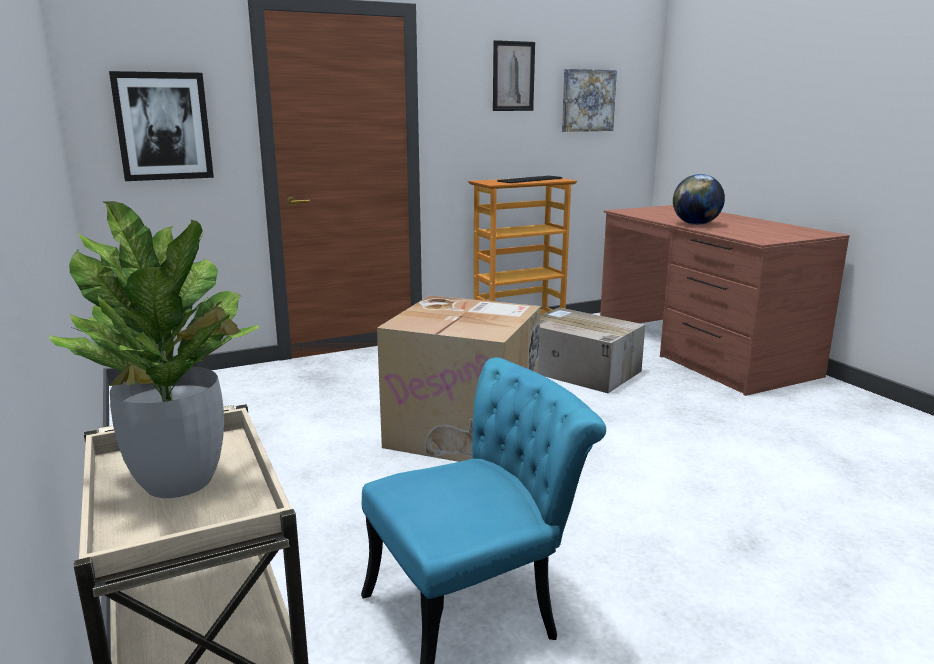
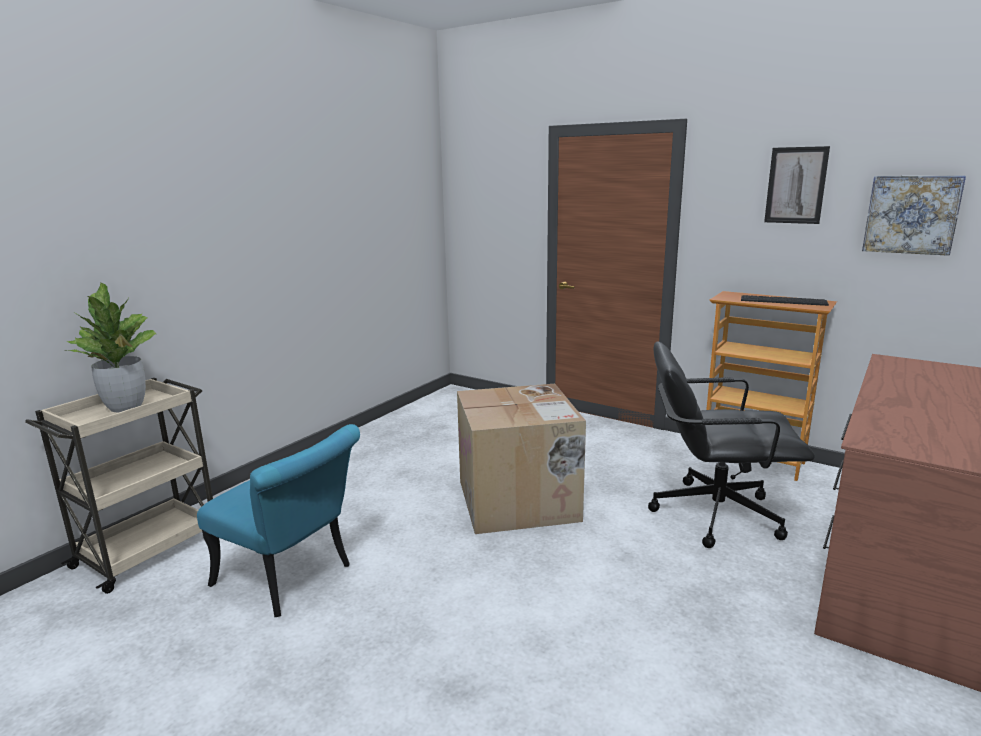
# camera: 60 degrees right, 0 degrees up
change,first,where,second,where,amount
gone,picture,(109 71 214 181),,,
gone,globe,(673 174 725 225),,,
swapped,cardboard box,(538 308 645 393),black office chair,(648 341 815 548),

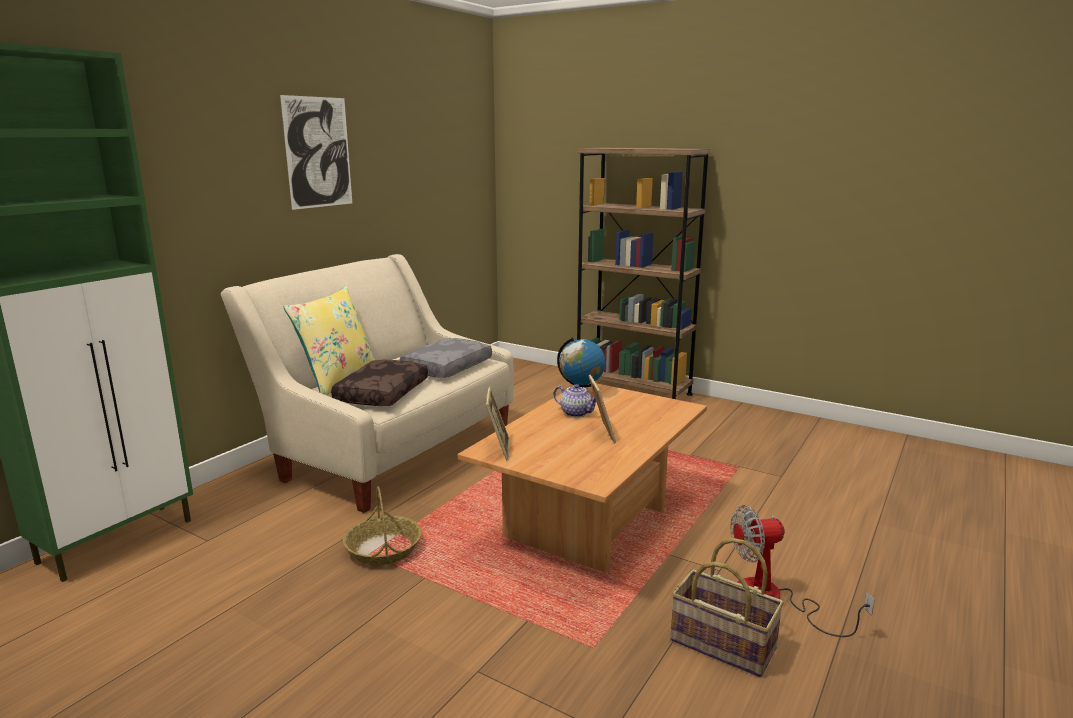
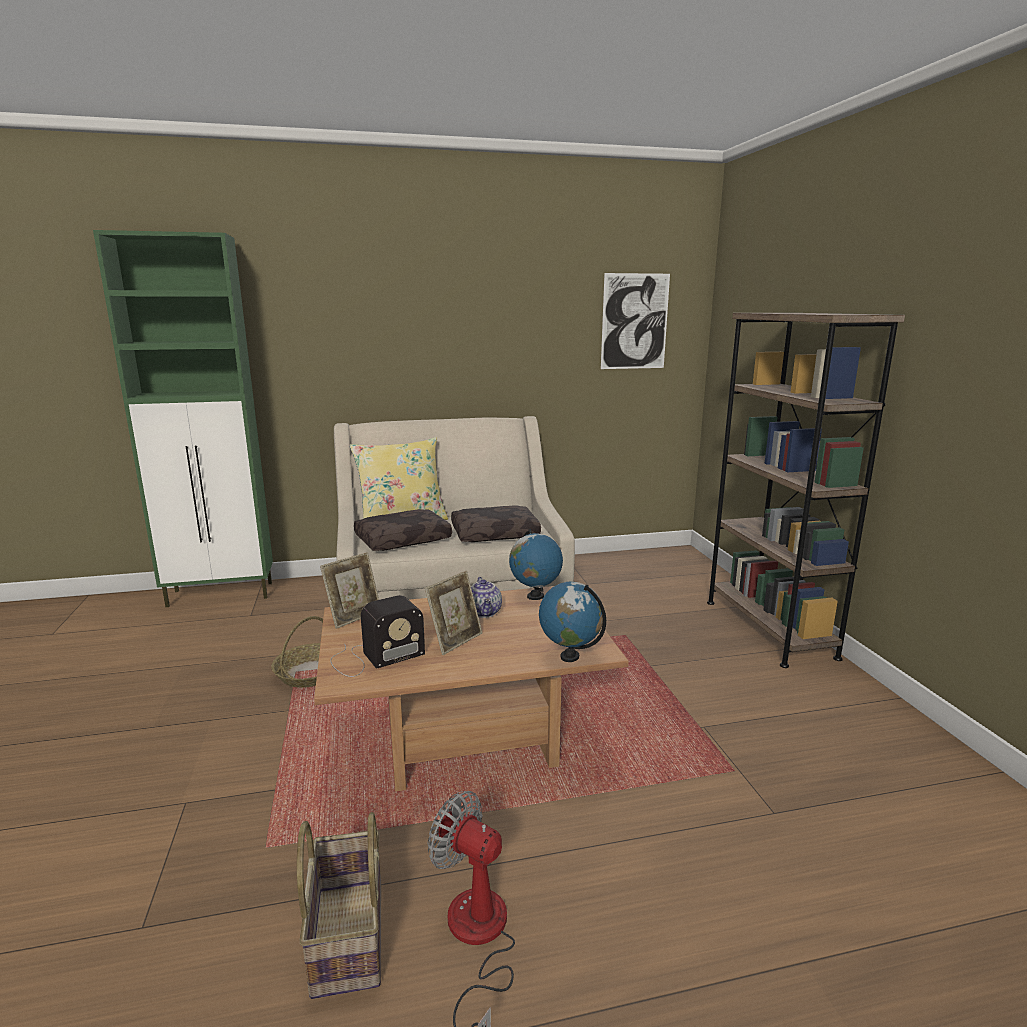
# camera: 45 degrees right, 0 degrees up
change,first,where,second,where,amount
new,,,radio,(330 595 425 677),
new,,,globe,(539 582 606 662),
shifted,picture,(280 95 352 210),,(601 273 670 369),
repainted,grey pillow,(400 338 492 378),brown pillow,(451 505 541 542),

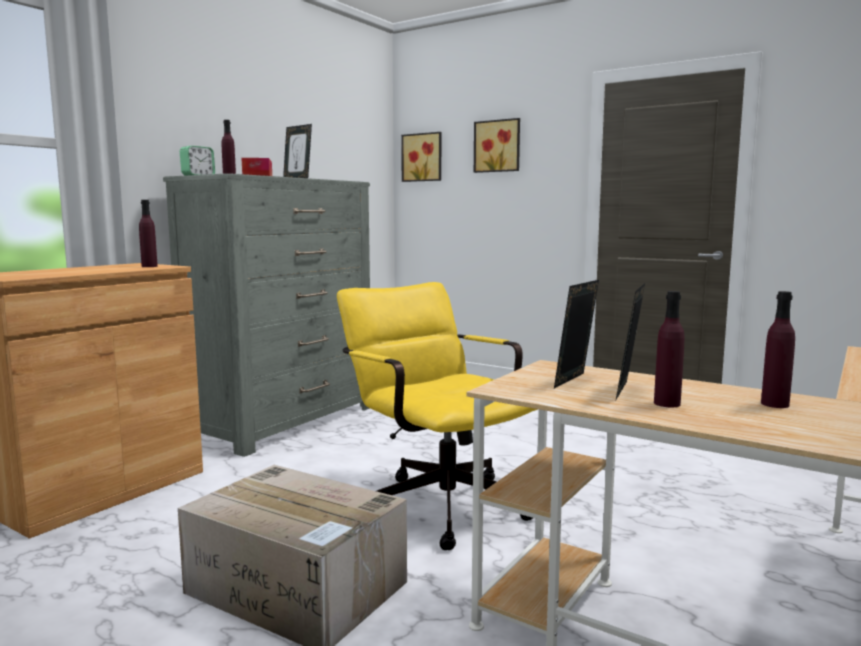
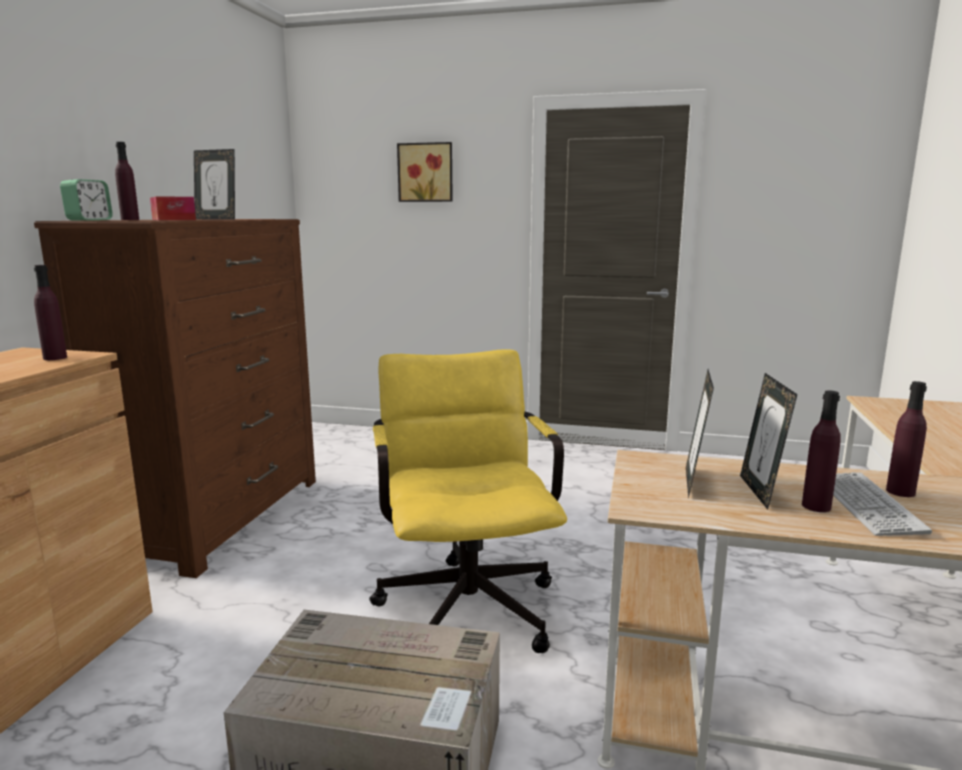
# camera: 20 degrees left, 5 degrees up
change,first,where,second,where,amount
gone,picture,(401 132 441 182),,,
new,,,keyboard,(833 472 932 536),
repainted,grey dresser,(163 173 370 457),brown dresser,(34 219 316 578),
rotated,yellow office chair,(337 282 538 550),,(369 349 567 653),45 degrees clockwise

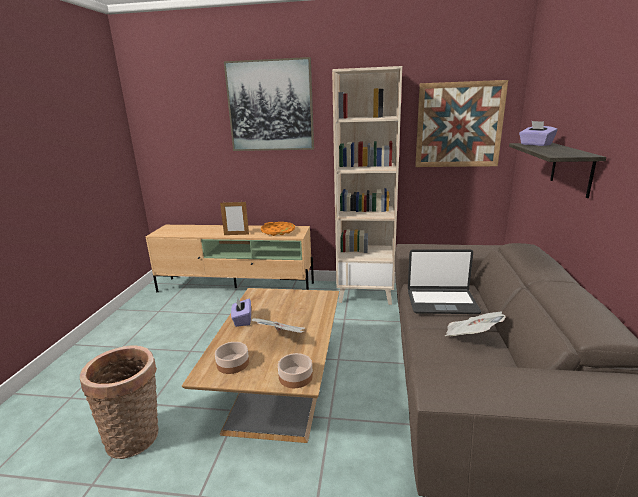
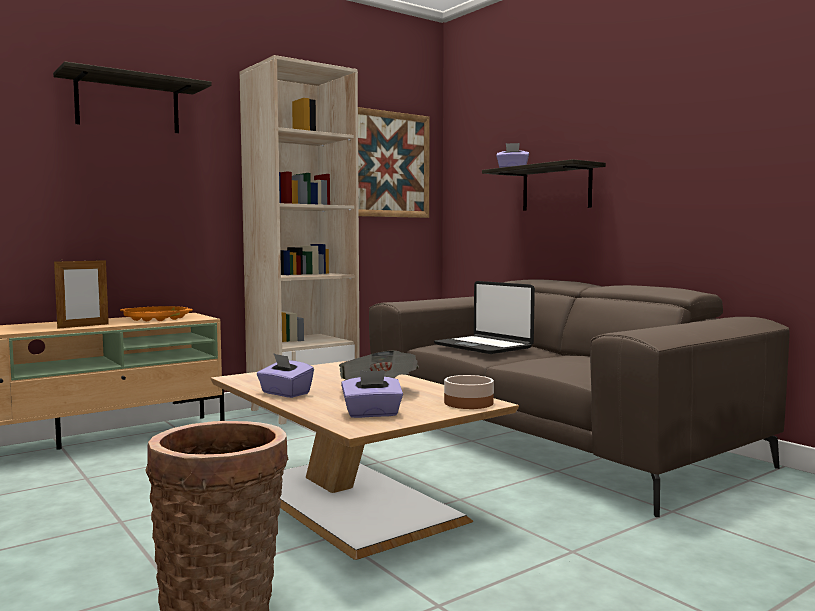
# camera: 45 degrees left, 15 degrees down
change,first,where,second,where,amount
gone,newspaper,(445 312 506 336),,,
swapped,bowl,(215 342 249 374),purple tissue box,(341 370 403 418),
swapped,picture,(224 57 314 151),shelf,(53 61 212 133),
rotated,laptop,(408 249 481 314),,(434 281 535 354),90 degrees clockwise

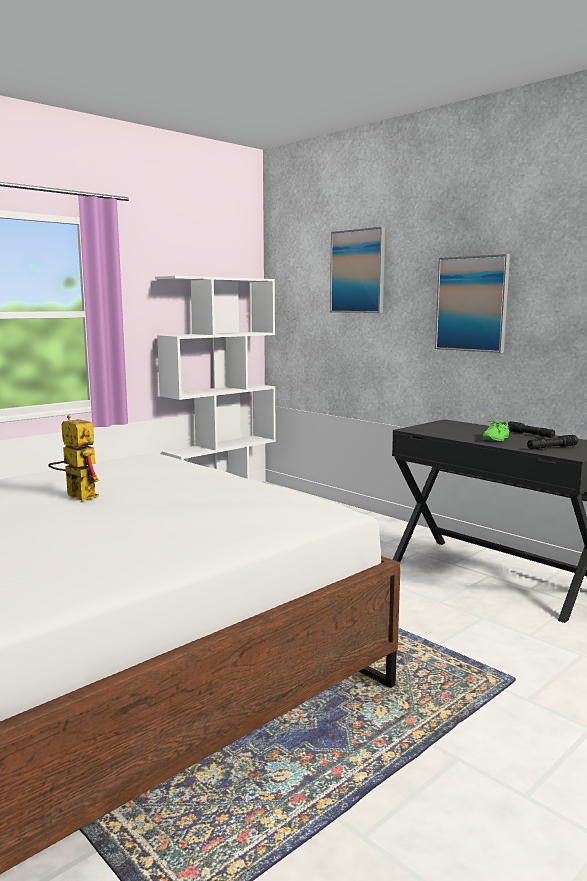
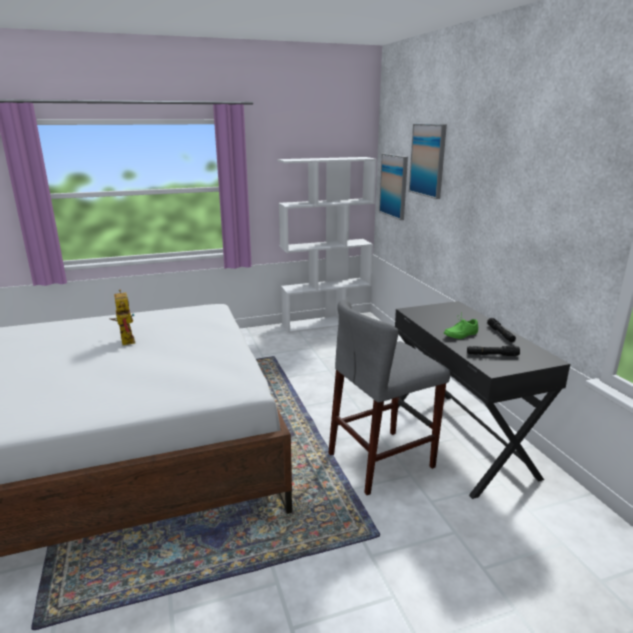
# camera: 25 degrees right, 10 degrees up
change,first,where,second,where,amount
new,,,grey stool,(329 300 450 495),
shifted,picture,(435 254 510 353),,(379 154 408 220),

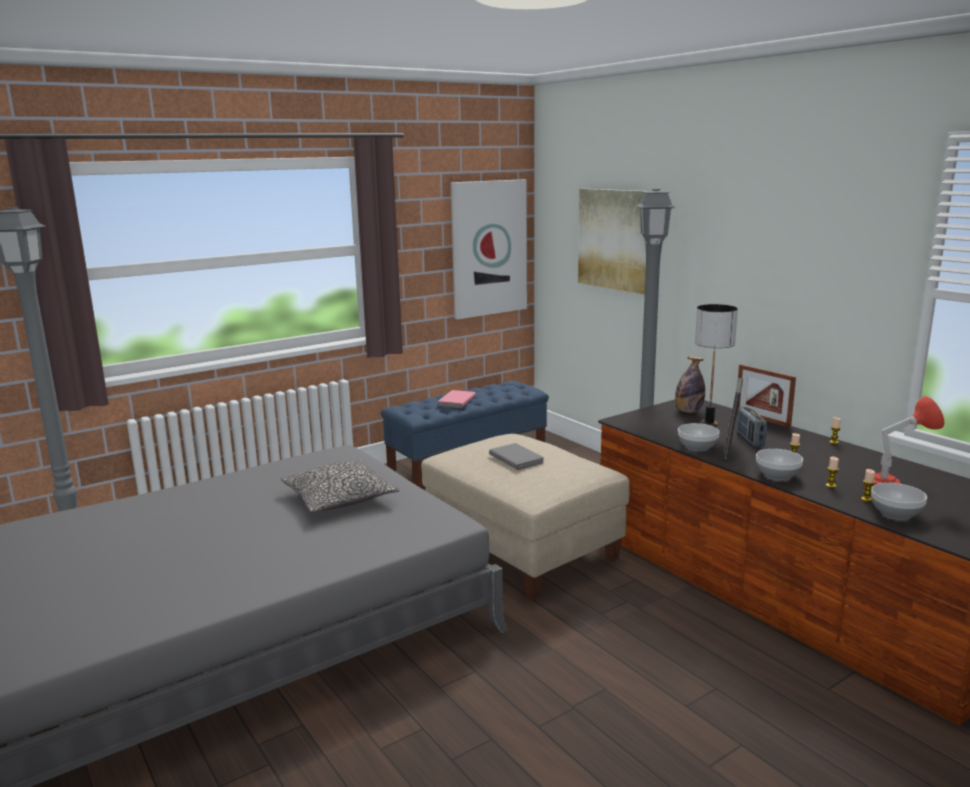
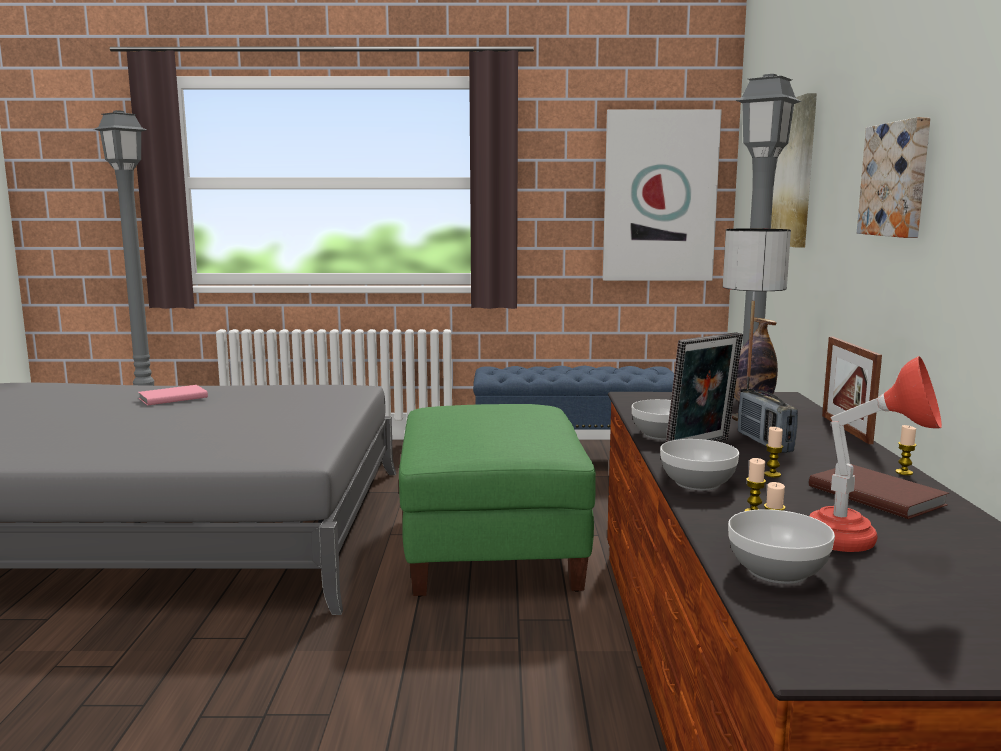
# camera: 35 degrees right, 5 degrees down
change,first,where,second,where,amount
gone,pillow,(280 460 400 512),,,
gone,grey book,(489 443 544 470),,,
new,,,brown book,(809 464 949 519),
new,,,picture,(857 117 931 238),
shifted,pink book,(438 390 476 408),,(138 385 208 406),
repainted,beige ottoman,(421 434 630 600),green ottoman,(399 404 596 597),
rotated,radio,(737 407 767 447),,(738 390 798 453),45 degrees counterclockwise

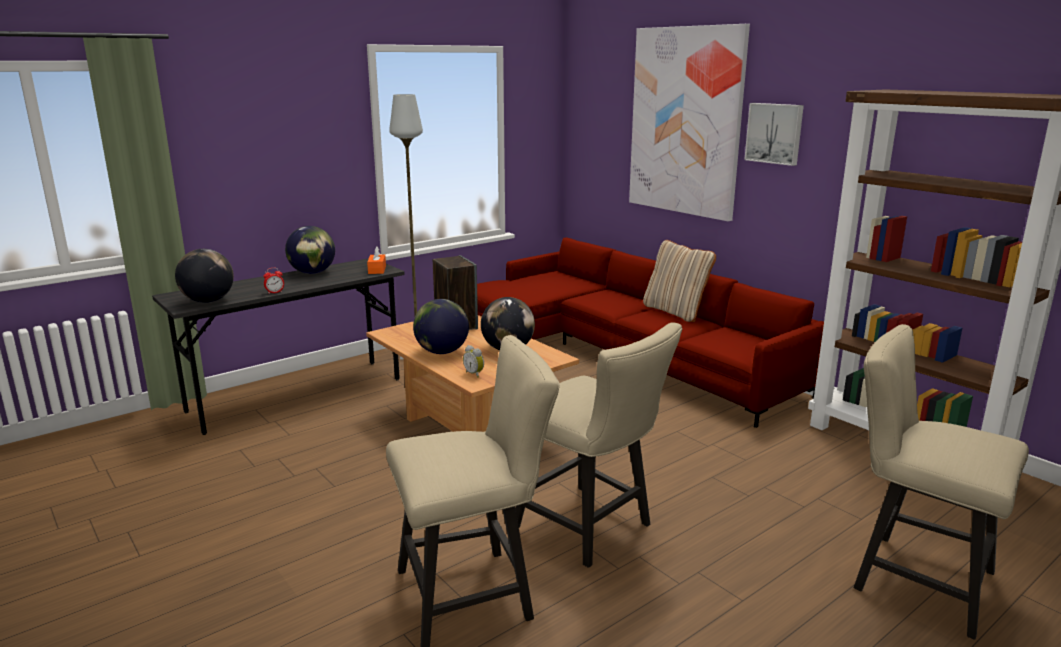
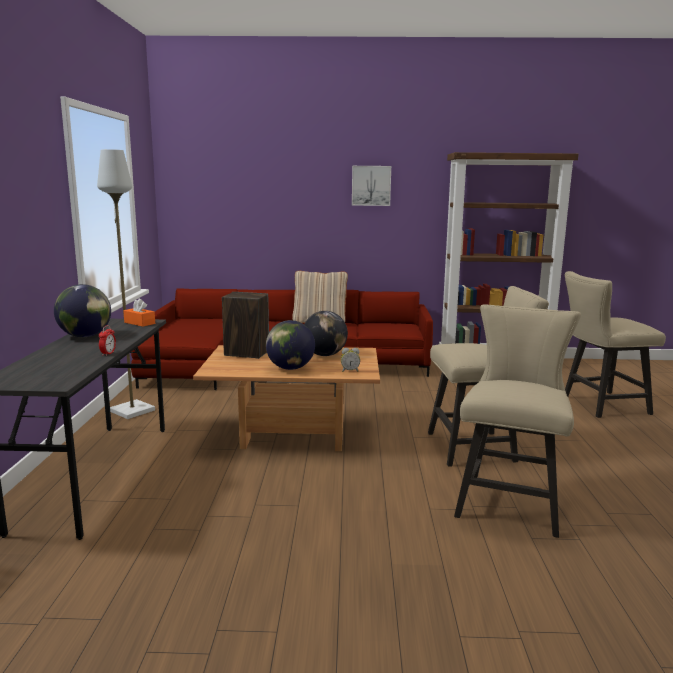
# camera: 50 degrees left, 5 degrees down
change,first,where,second,where,amount
gone,globe,(175 249 234 303),,,
gone,picture,(629 24 750 221),,,

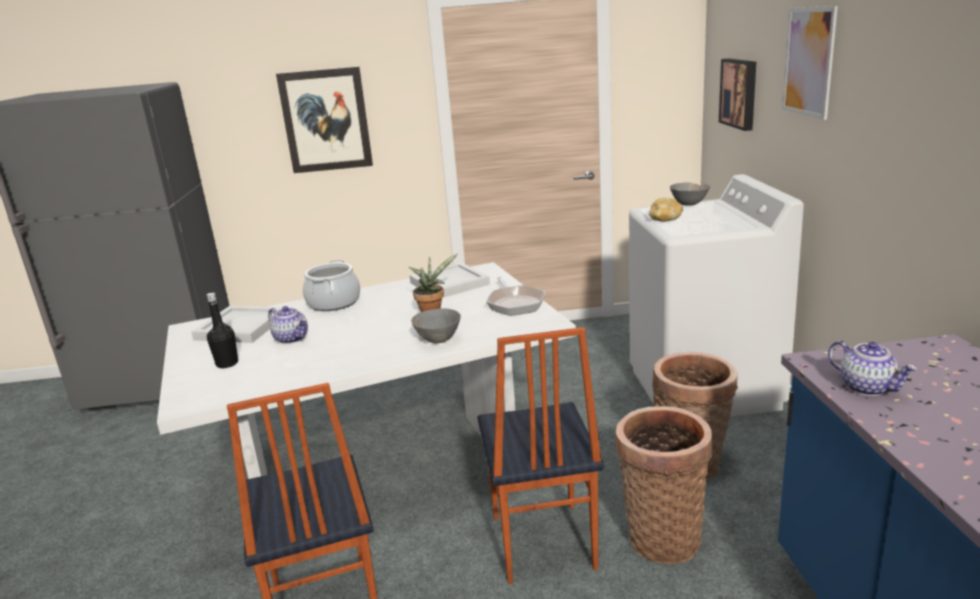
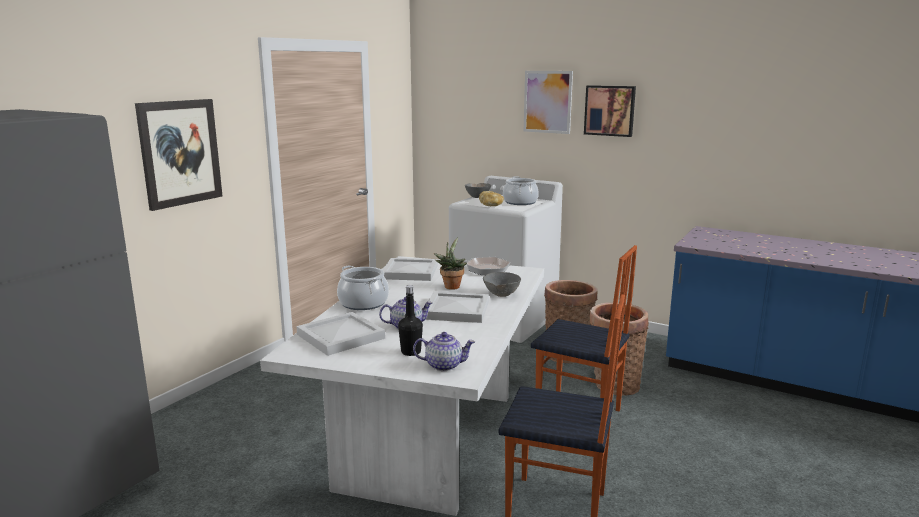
# camera: 55 degrees left, 5 degrees down
change,first,where,second,where,amount
new,,,white tray,(426 291 489 323),
new,,,cooking pot,(503 176 539 205),
shifted,picture,(719 58 756 131),,(584 85 636 137),
shifted,teapot,(828 340 917 396),,(413 332 475 371),

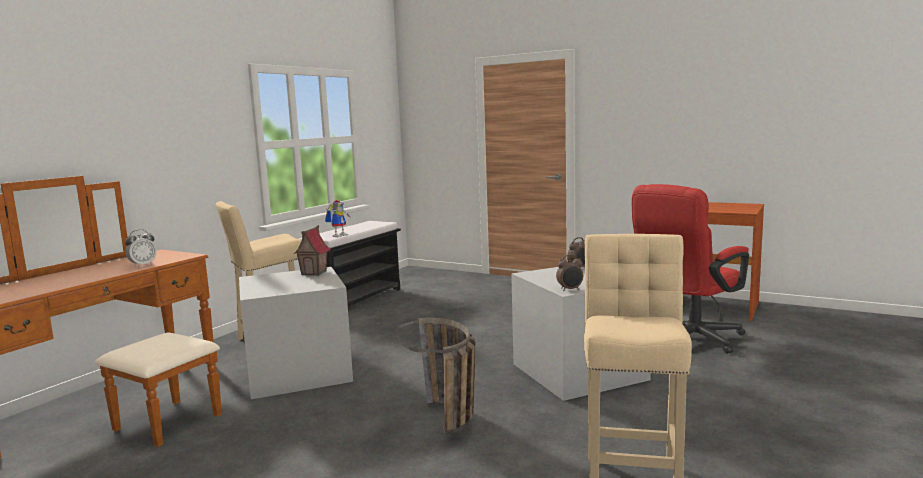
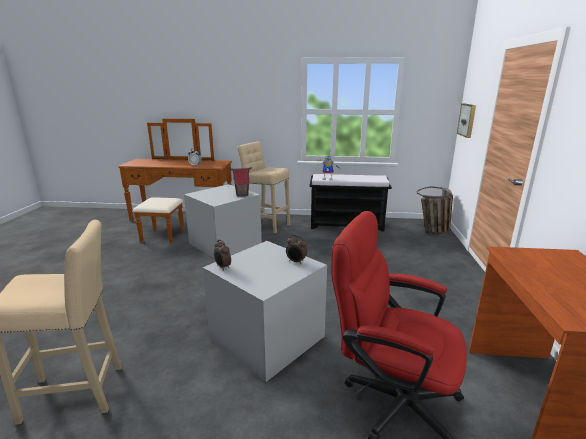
# camera: 65 degrees right, 10 degrees up
change,first,where,second,where,amount
new,,,picture,(457 104 476 138),
shifted,basket,(397 317 475 435),,(417 186 453 234),

